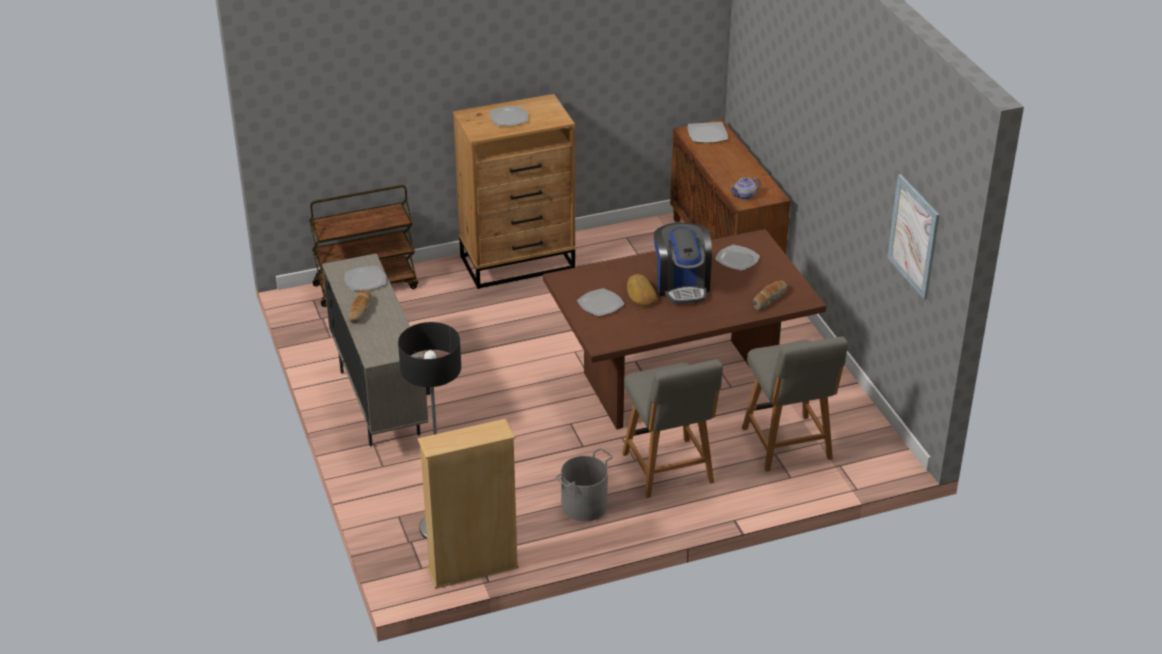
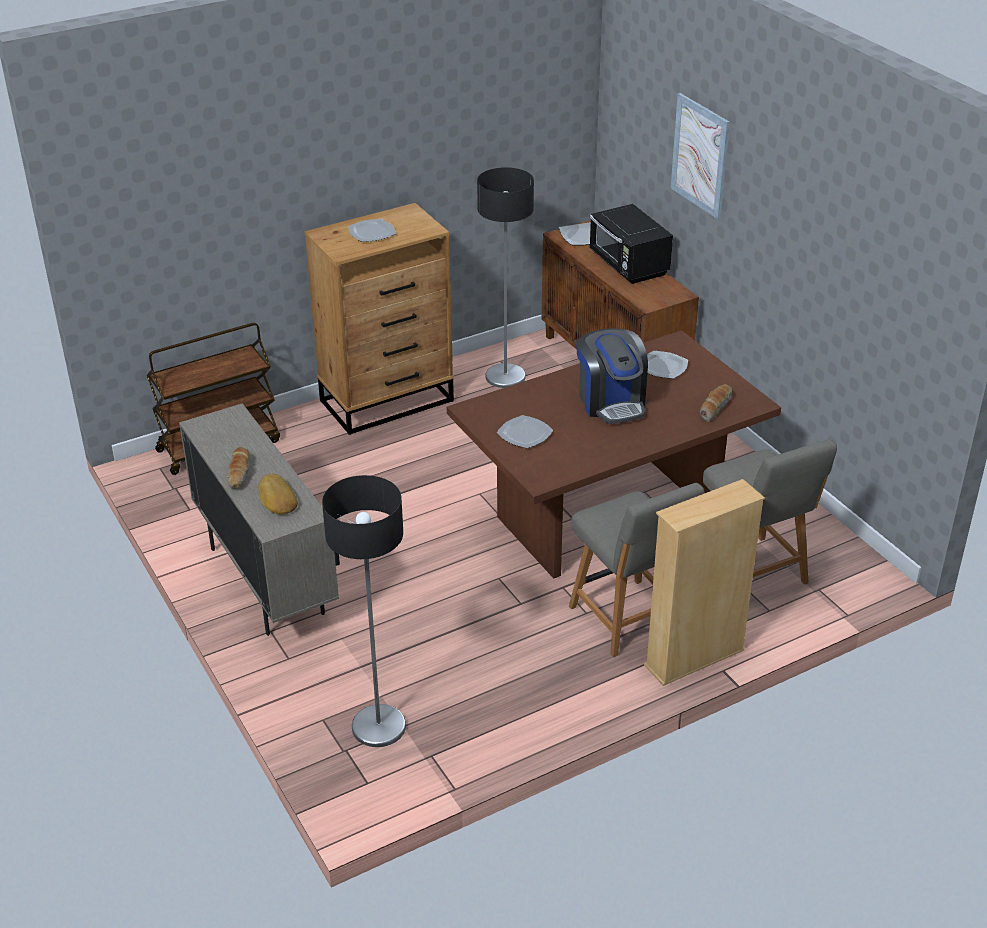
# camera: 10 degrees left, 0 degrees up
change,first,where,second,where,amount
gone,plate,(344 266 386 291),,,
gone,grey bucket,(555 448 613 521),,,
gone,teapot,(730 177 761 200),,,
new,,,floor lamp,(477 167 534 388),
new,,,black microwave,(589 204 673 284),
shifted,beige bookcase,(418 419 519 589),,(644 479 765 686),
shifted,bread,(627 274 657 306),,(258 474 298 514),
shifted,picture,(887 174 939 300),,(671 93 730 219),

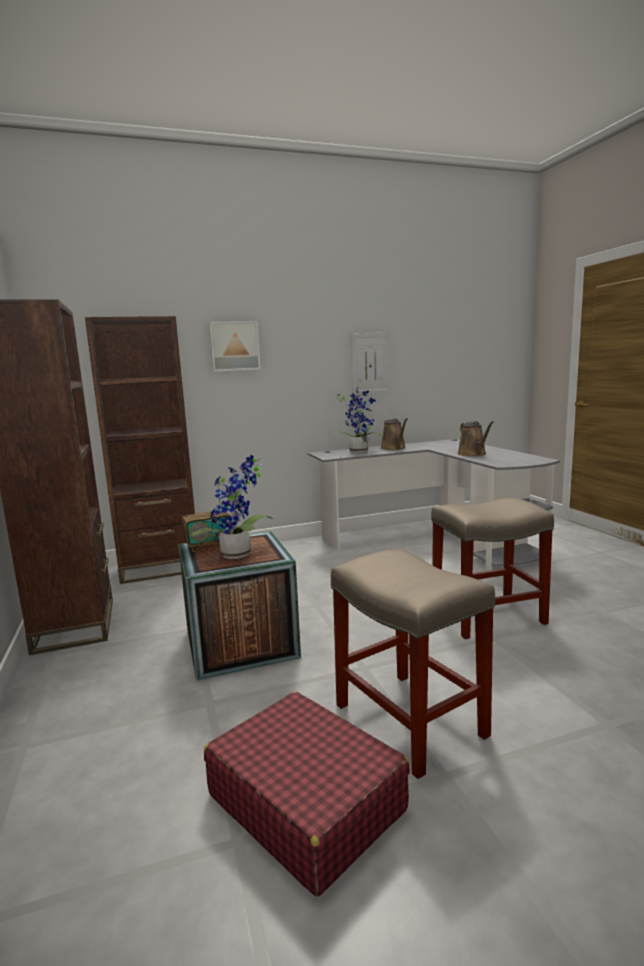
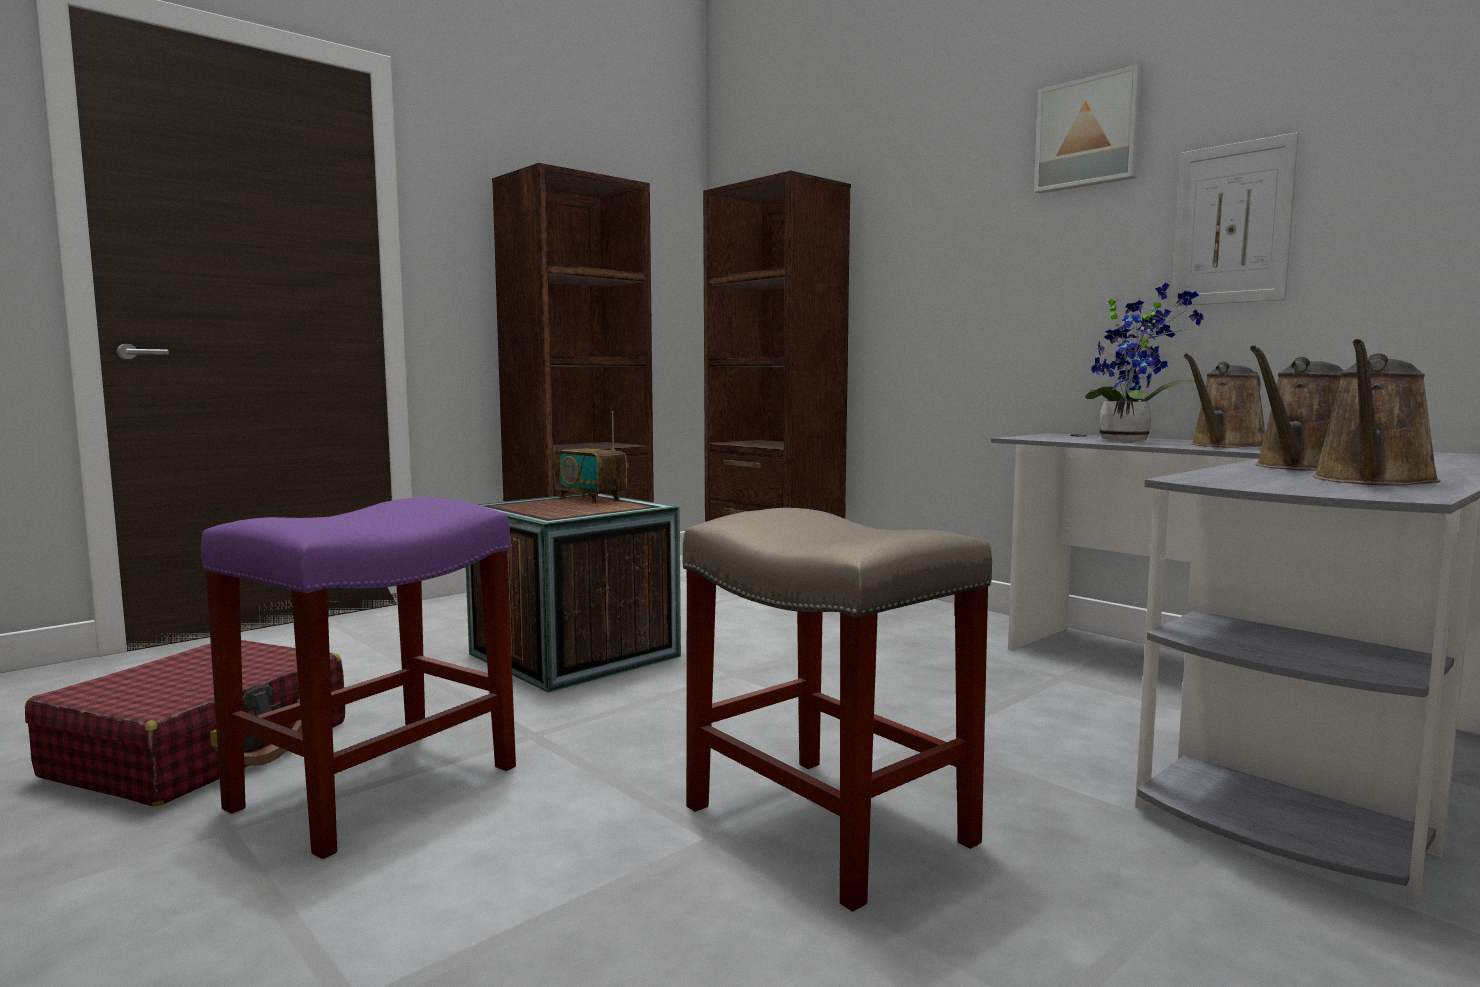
# camera: 65 degrees right, 5 degrees down
change,first,where,second,where,amount
gone,potted plant,(191 455 273 559),,,
new,,,brown watering can,(1312 339 1441 486),
shifted,picture,(209 321 261 371),,(1034 65 1144 194),
repainted,beige stool,(331 549 495 779),purple stool,(201 497 516 859),

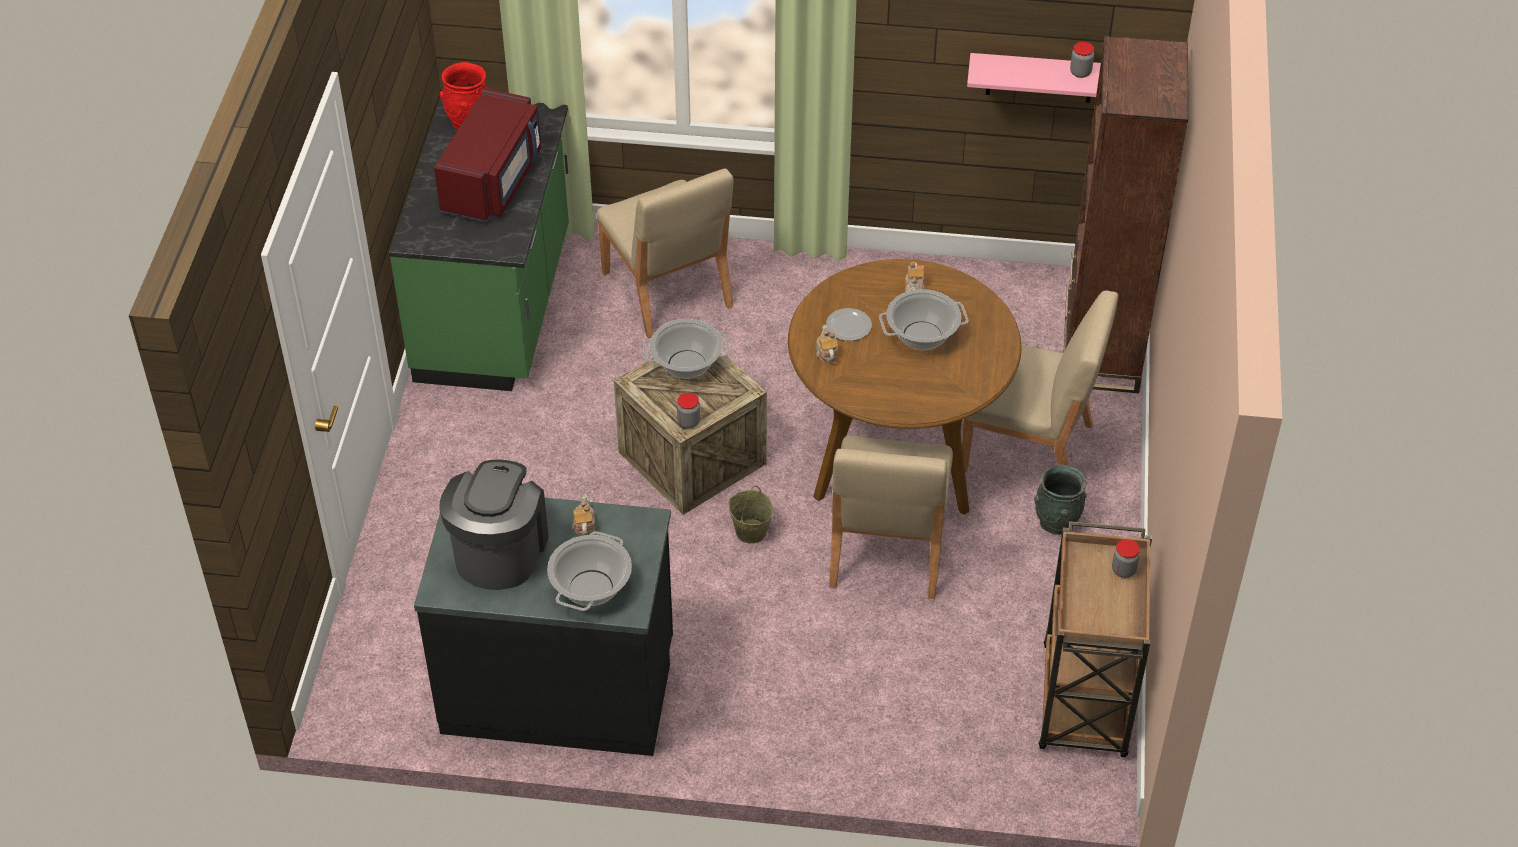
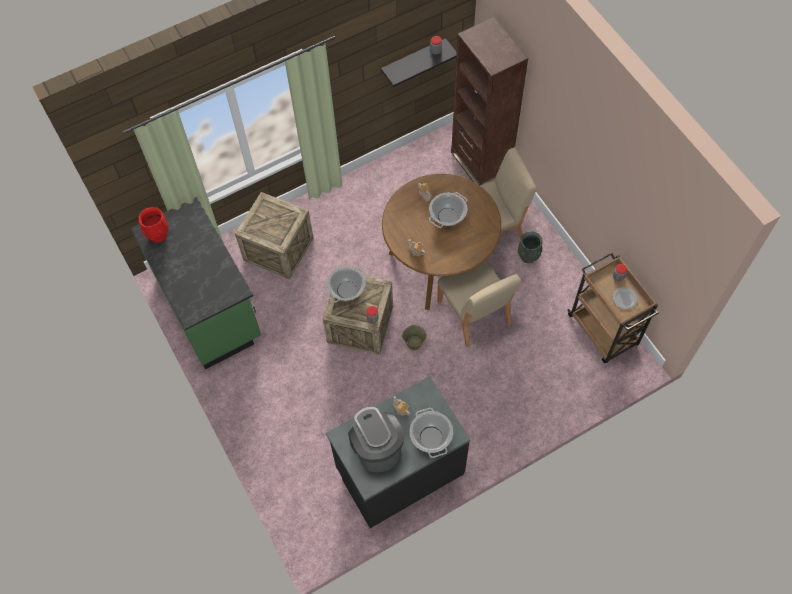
# camera: 35 degrees left, 15 degrees up
change,first,where,second,where,amount
gone,red microwave,(434 88 541 222),,,
shifted,plate,(826 308 872 341),,(613 287 638 309),
swapped,beige chair,(597 169 734 339),crate,(235 192 314 280),
repainted,pink shelf,(967 53 1101 103),black shelf,(381 38 457 87),

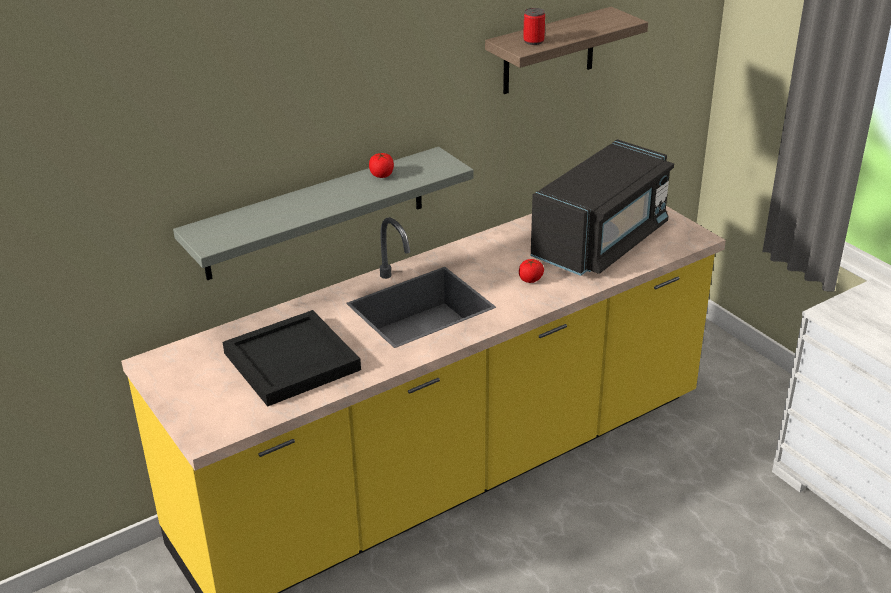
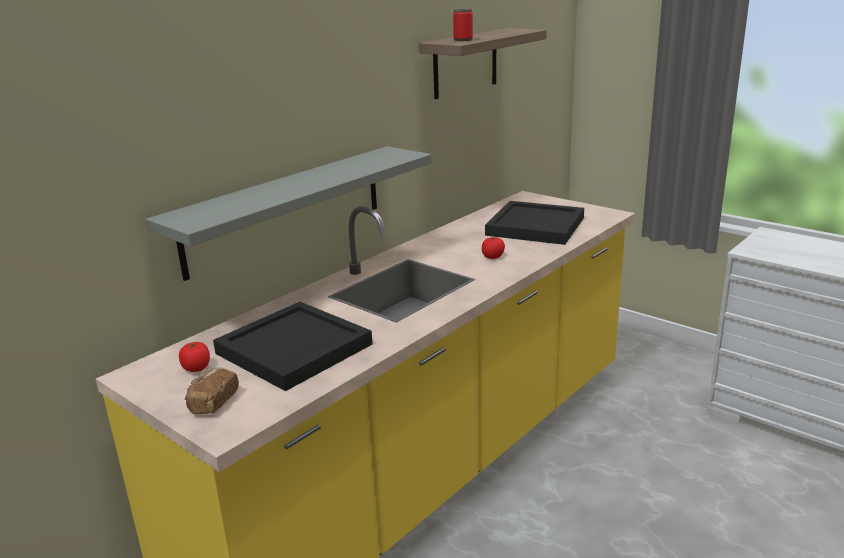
# camera: 15 degrees left, 10 degrees down
change,first,where,second,where,amount
new,,,bread,(185 367 239 414),
shifted,tomato,(369 153 394 178),,(179 342 210 372),
swapped,black microwave,(531 139 674 276),black tray,(485 201 584 245),

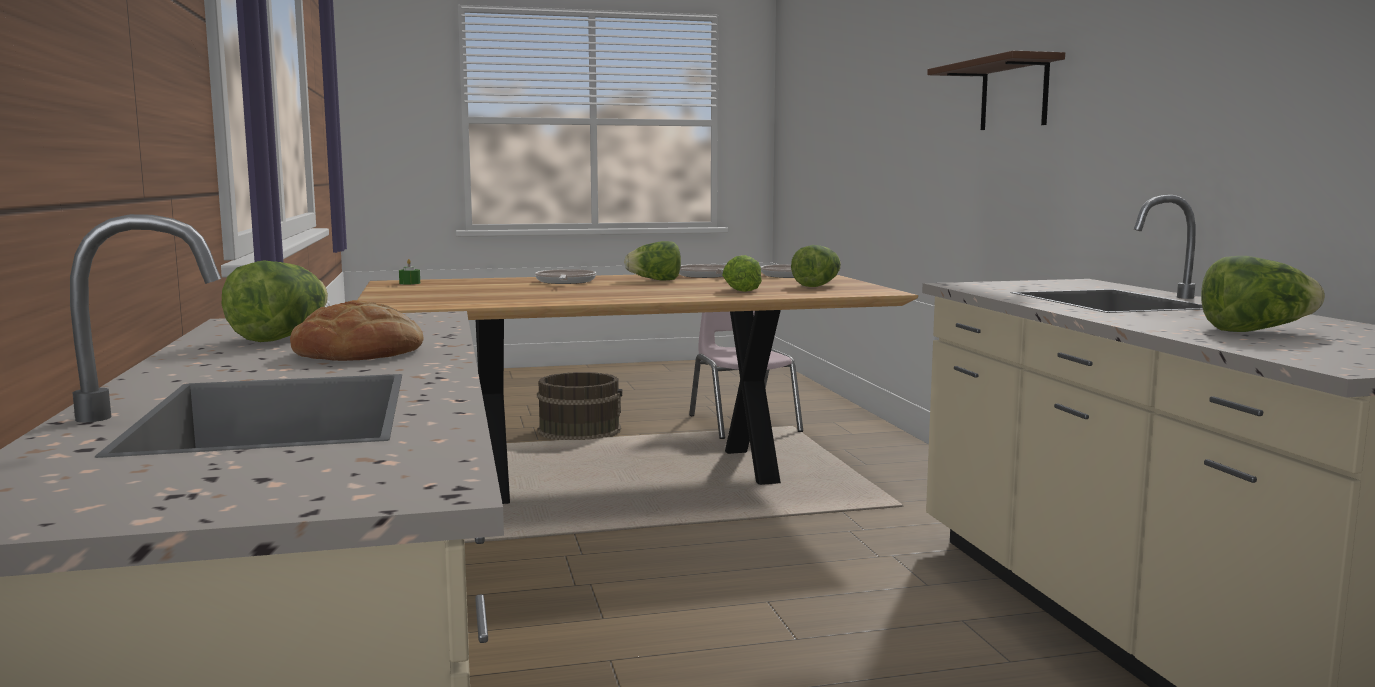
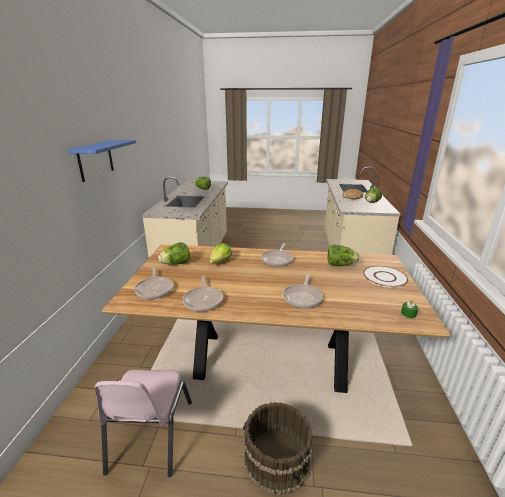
# camera: 160 degrees left, 15 degrees up
change,first,where,second,where,amount
new,,,frying pan,(261 243 293 267),
new,,,white plate,(363 266 408 287),
shifted,lettuce,(624 241 681 281),,(328 244 359 266),
repainted,brown shelf,(927 51 1065 130),blue shelf,(67 140 136 182),

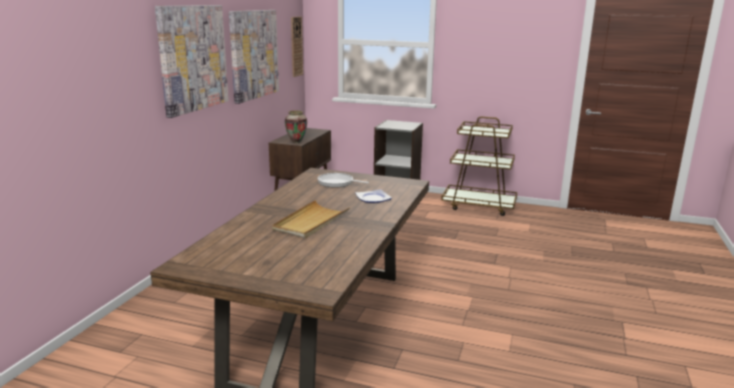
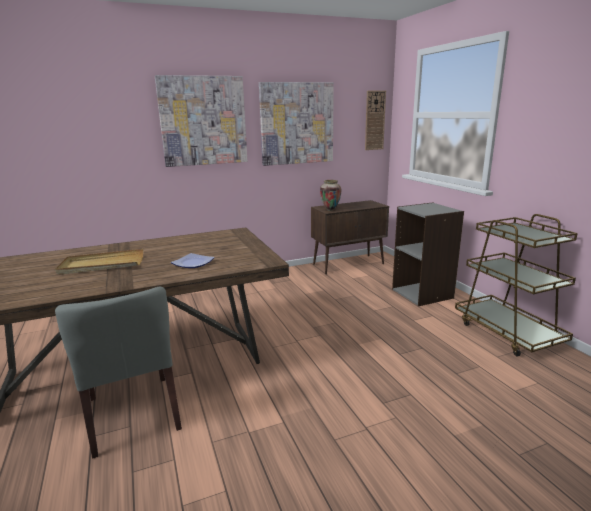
# camera: 50 degrees right, 0 degrees up
change,first,where,second,where,amount
gone,frying pan,(318 173 369 188),,,
new,,,grey chair,(55 286 182 459),

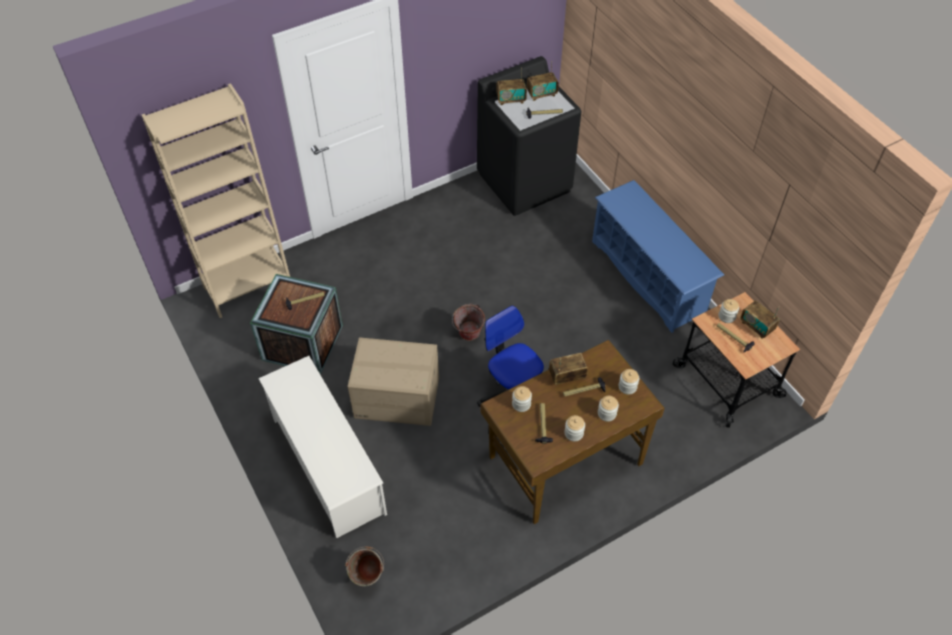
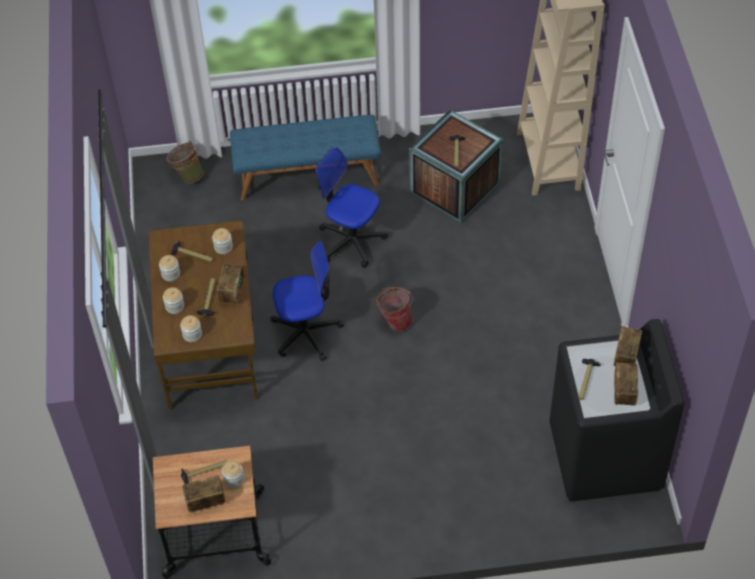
# camera: 115 degrees right, 0 degrees up
change,first,where,second,where,amount
gone,blue shoe rack,(592 180 724 333),,,
swapped,white shoe rack,(258 356 387 538),blue bench,(230 115 381 200),
swapped,cardboard box,(347 337 439 426),office chair,(316 146 388 268),

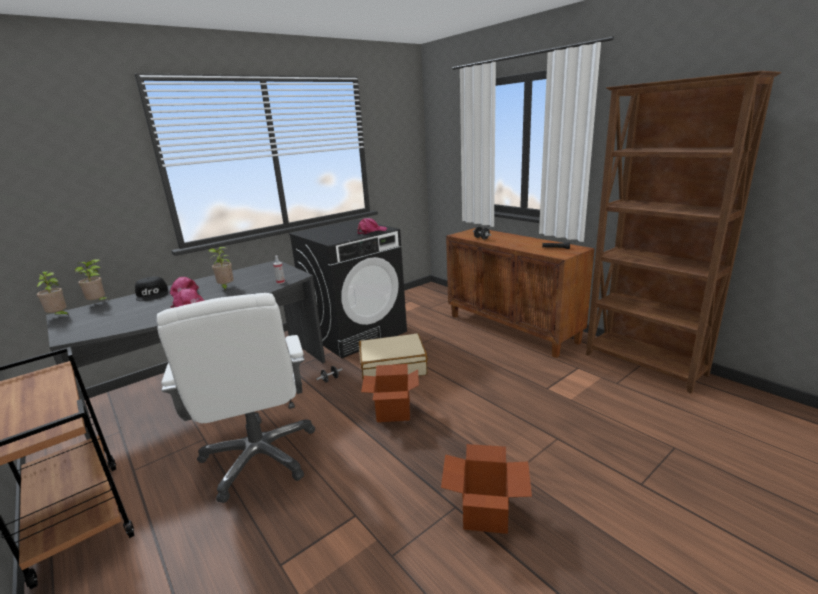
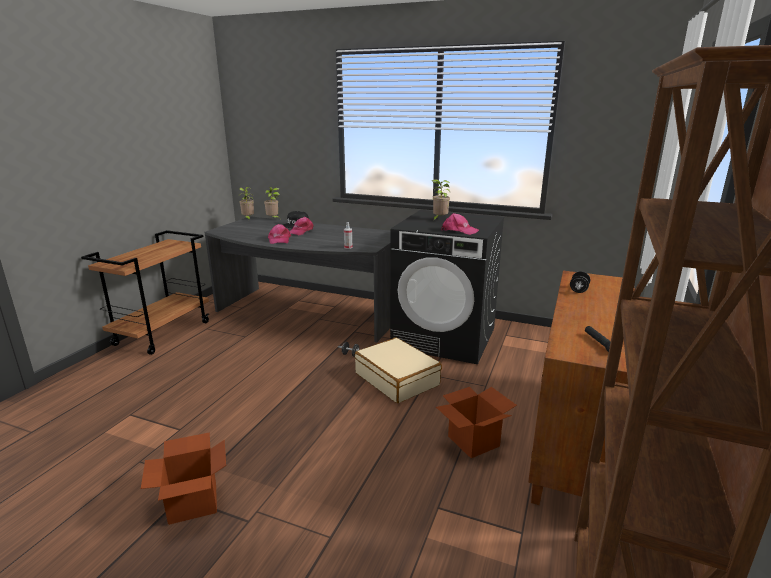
# camera: 60 degrees right, 0 degrees up
change,first,where,second,where,amount
gone,white office chair,(156 293 315 503),,,
shifted,potted plant,(208 247 234 290),,(432 179 450 221),
shifted,cardboard box,(361 364 419 422),,(436 387 517 458),

